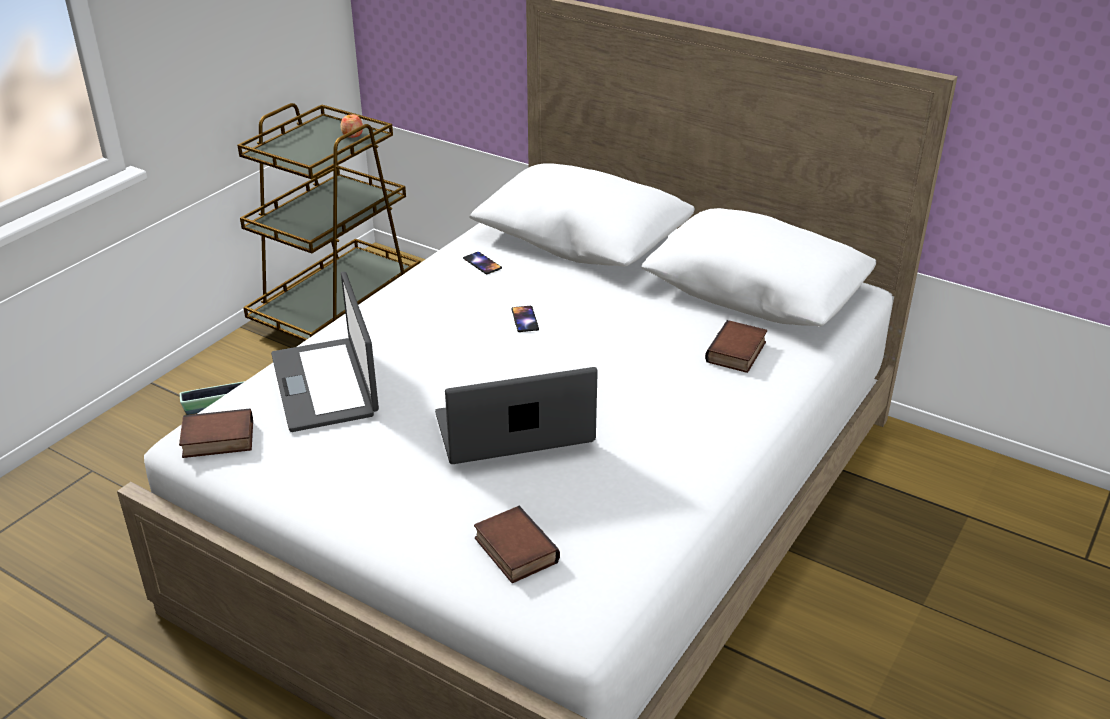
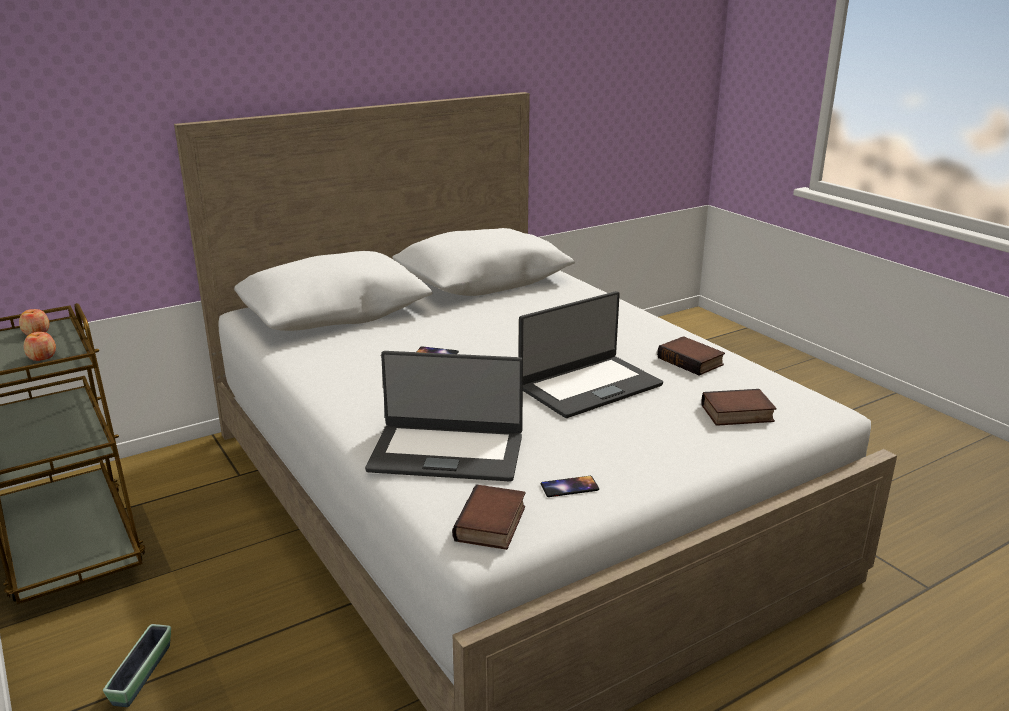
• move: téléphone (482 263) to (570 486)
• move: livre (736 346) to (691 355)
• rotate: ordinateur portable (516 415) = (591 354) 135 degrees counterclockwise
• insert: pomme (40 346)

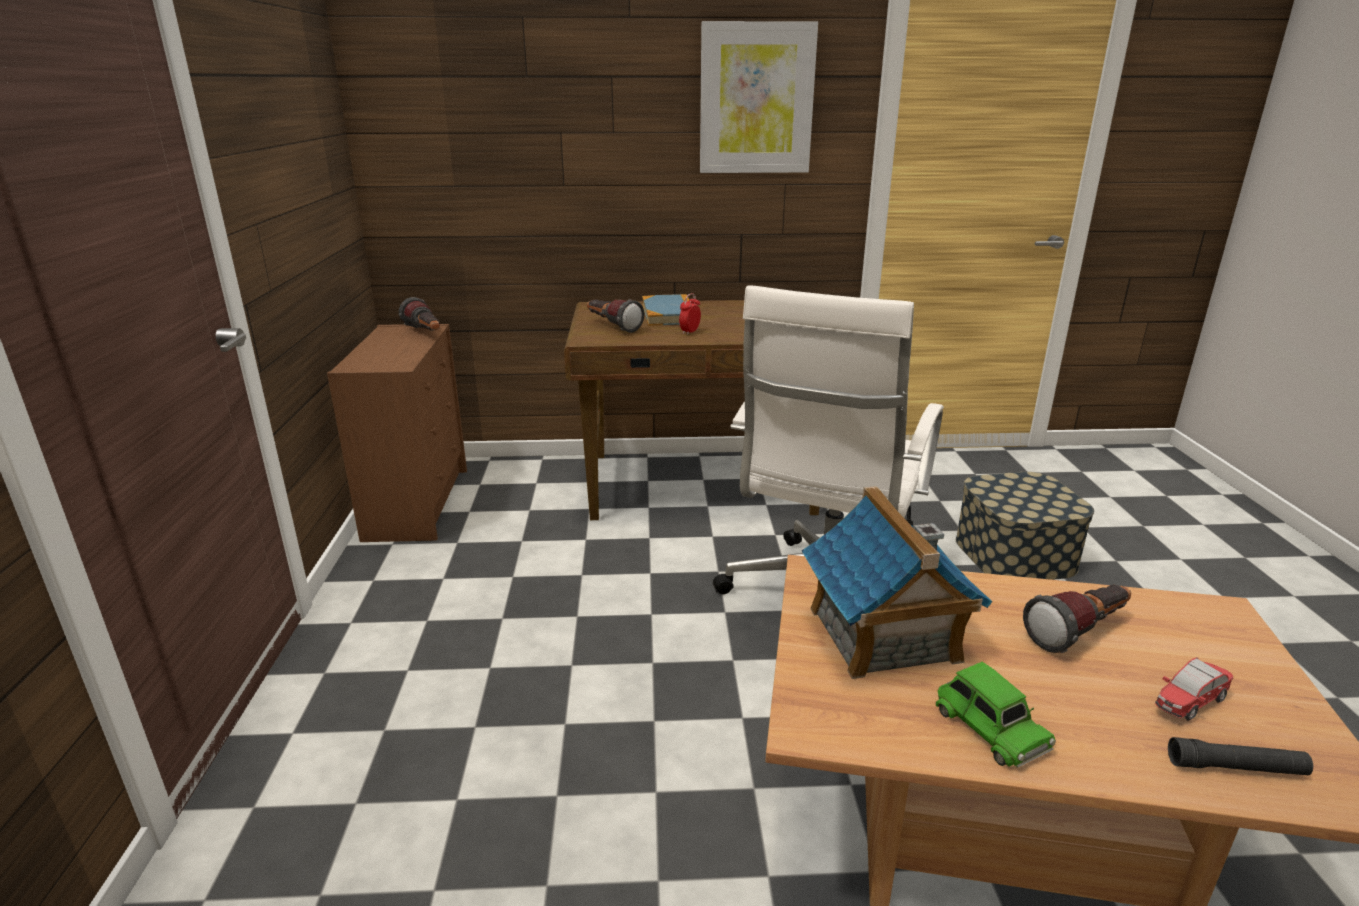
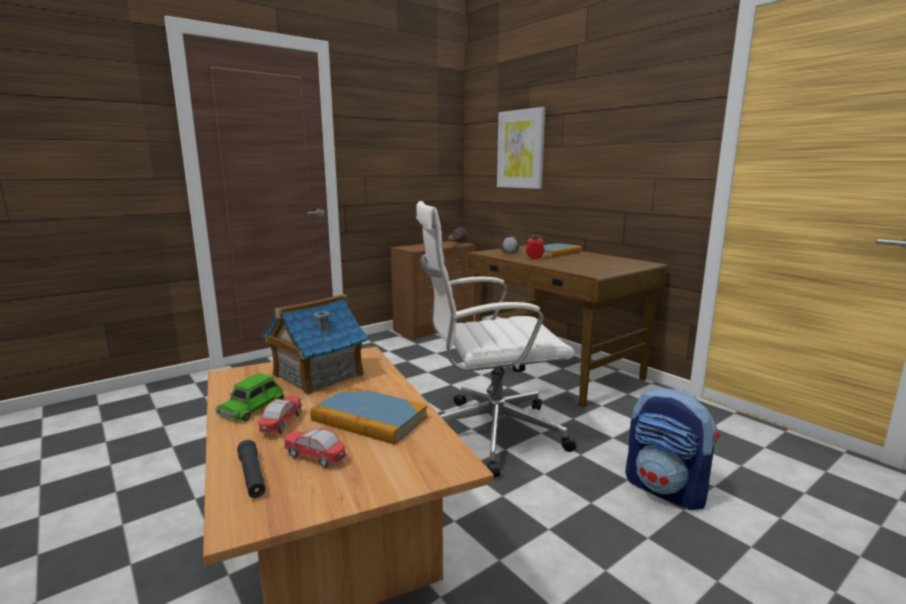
• move: tableau (759 97) to (521 148)
• replace: boîte de rangement (1025 526) to sac à dos (672 449)
• replace: lampe de poche (1077 618) to livre (369 415)
• insert: petite voiture (280 415)

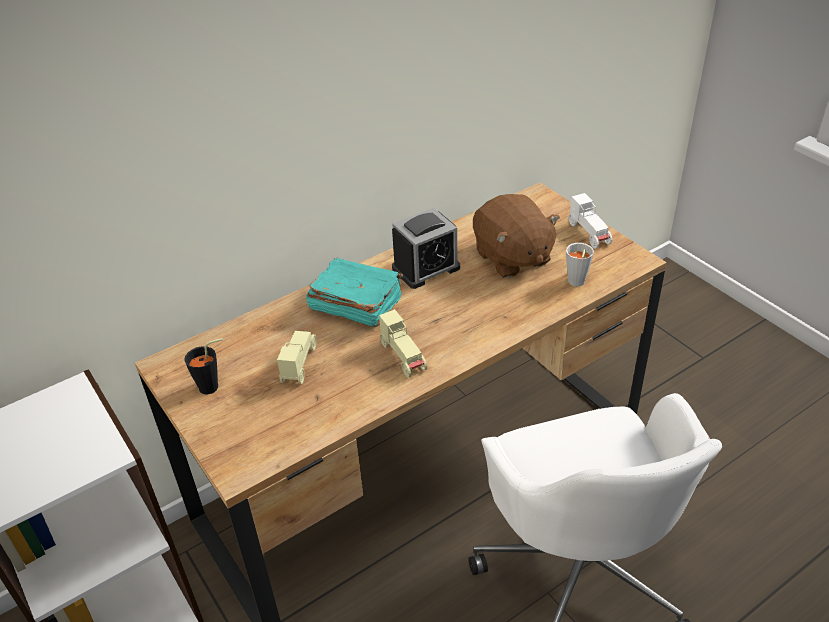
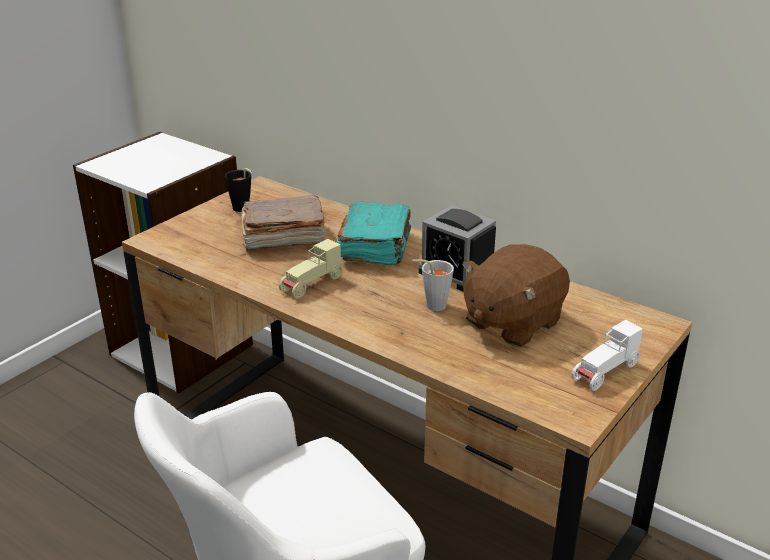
• move: tasse [gris] (580 264) to (433 285)
• replace: petite voiture [beige] (297 357) to livre [marron] (283 223)

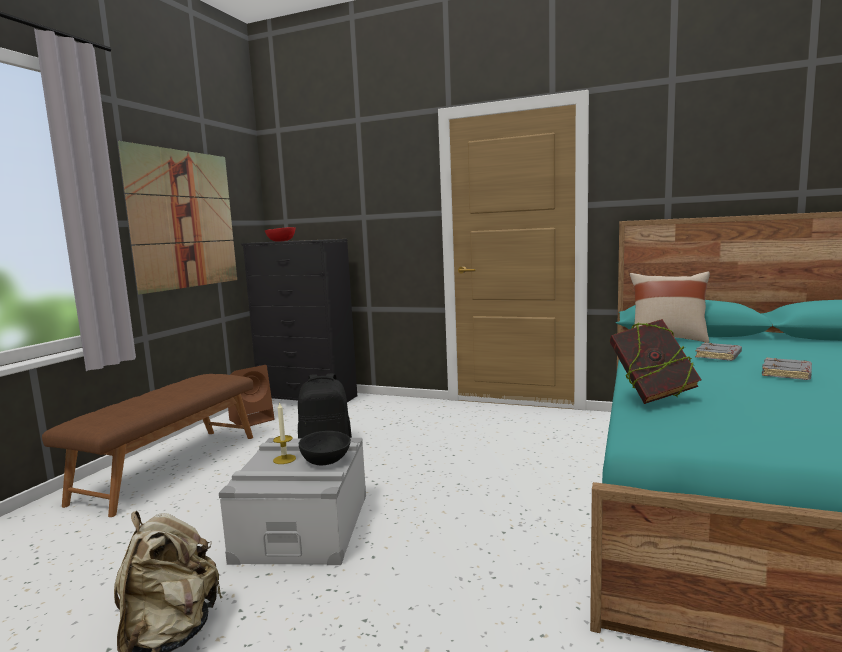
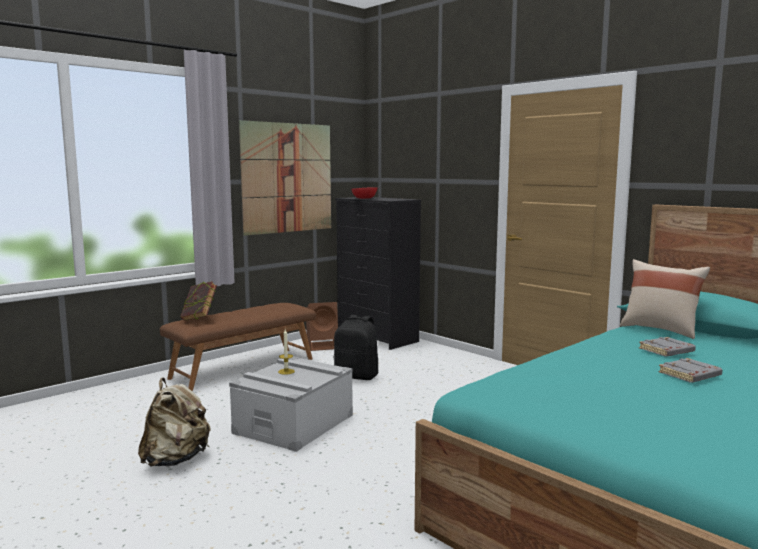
• move: livre (656 361) to (198 301)
• delete: bol [noir] (325 448)

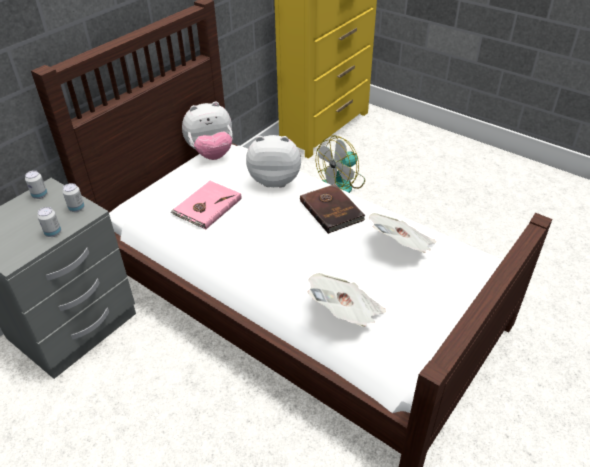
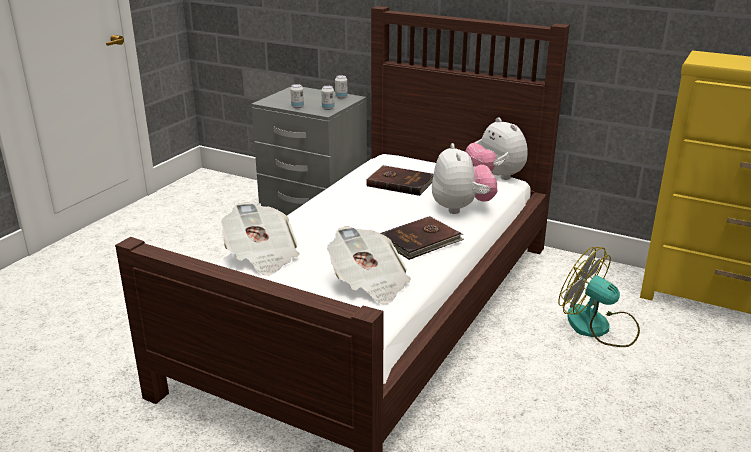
• recolor: livre [rose] (206 205) to livre [marron] (400 180)

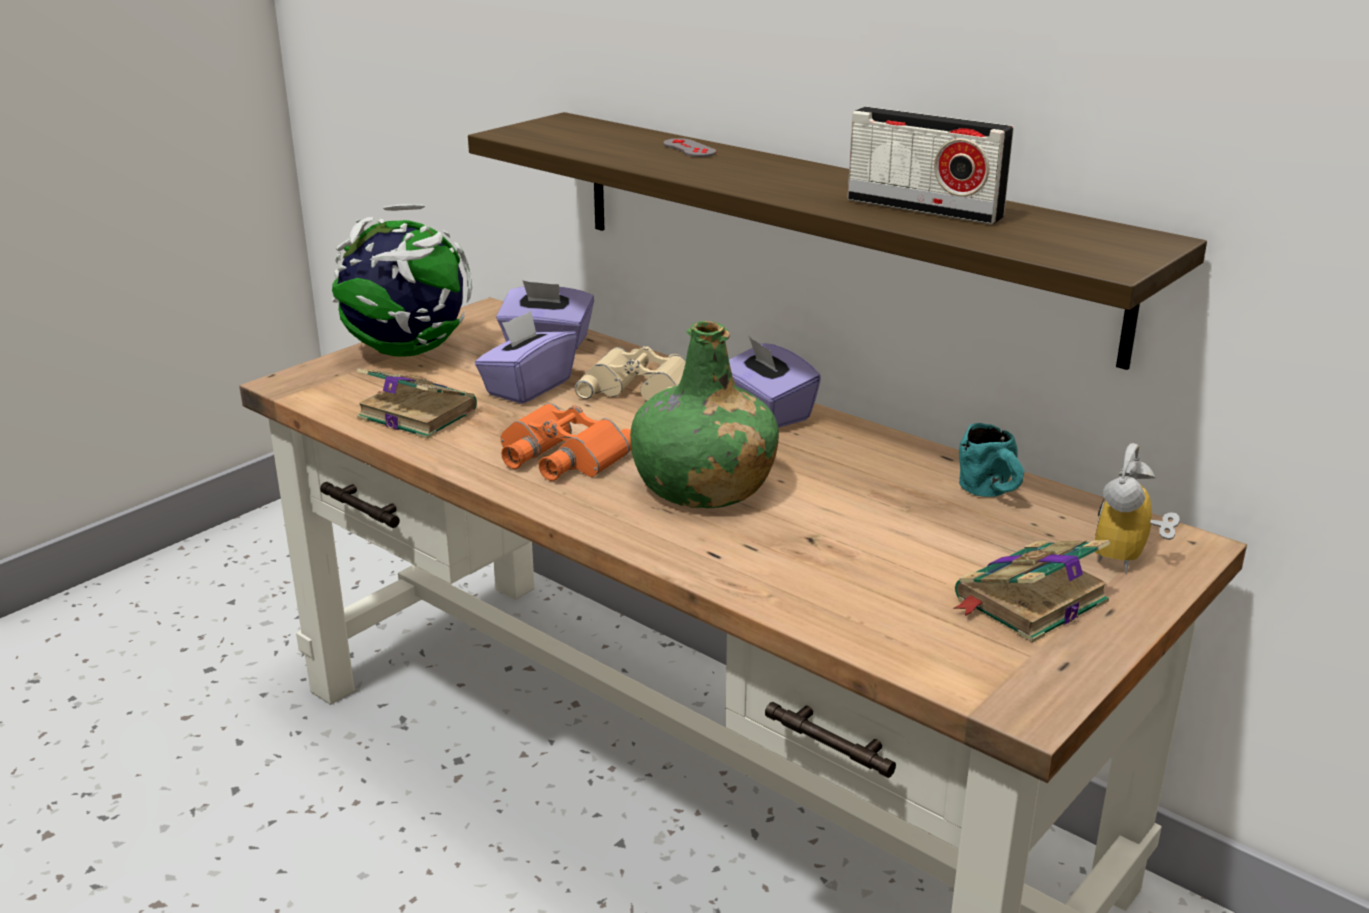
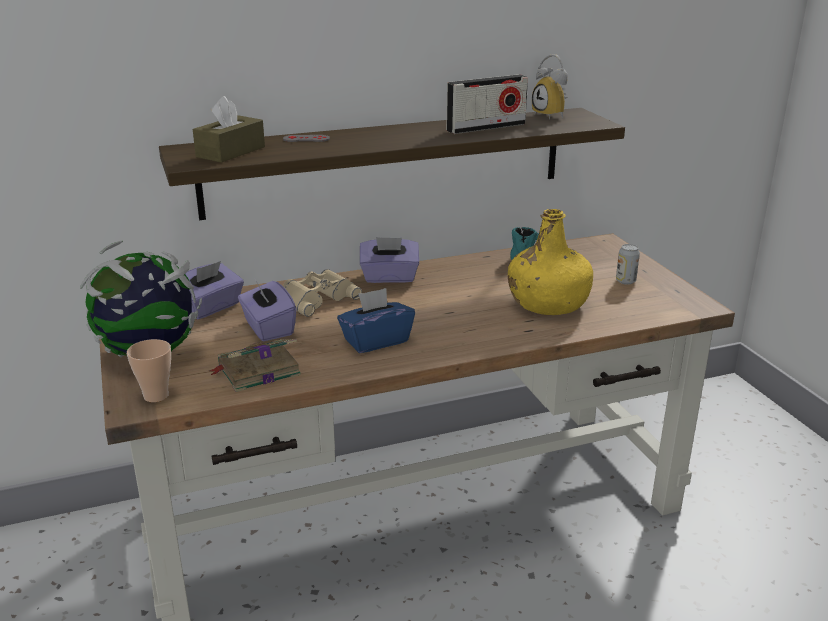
• delete: bouteille [vert] (704 414)
• replace: jumelles [orange] (565 442) to boîte à mouchoirs [bleu] (376 320)
• move: réveil (1137 508) to (550 86)
• replace: livre (1031 591) to boîte métallique (628 264)
• insert: boîte à mouchoirs [marron] (229 129)
• insert: bouteille [jaune] (550 262)
• insert: tasse (149 370)

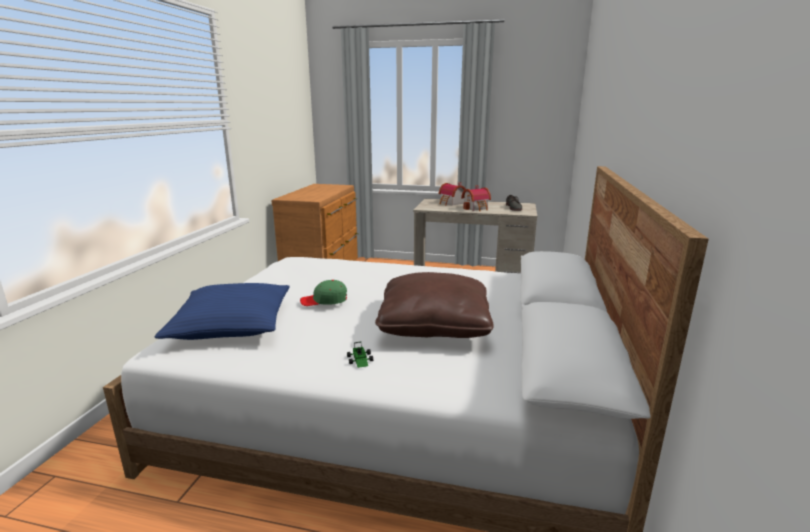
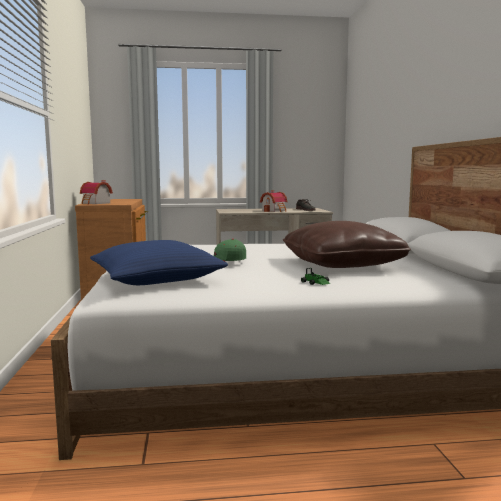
• move: maison miniature (452 194) to (96 192)

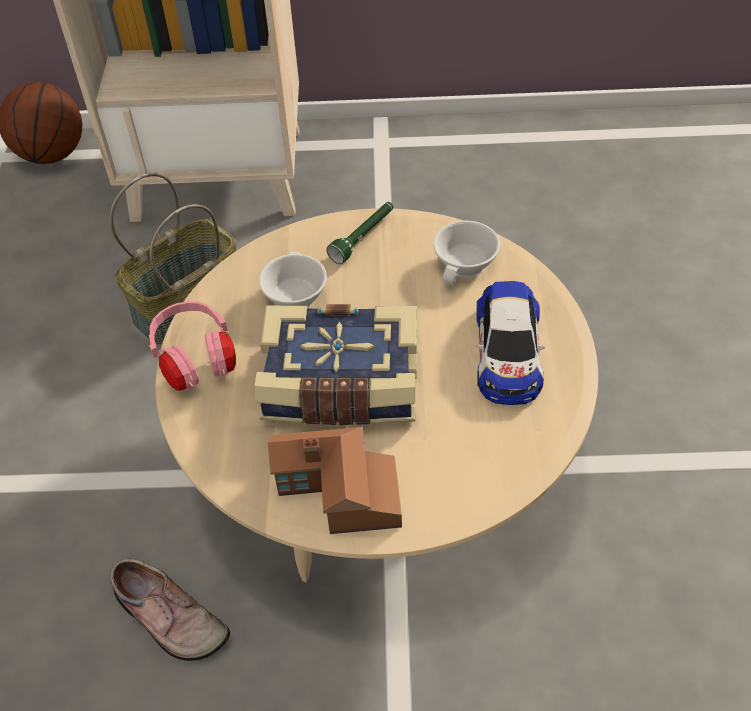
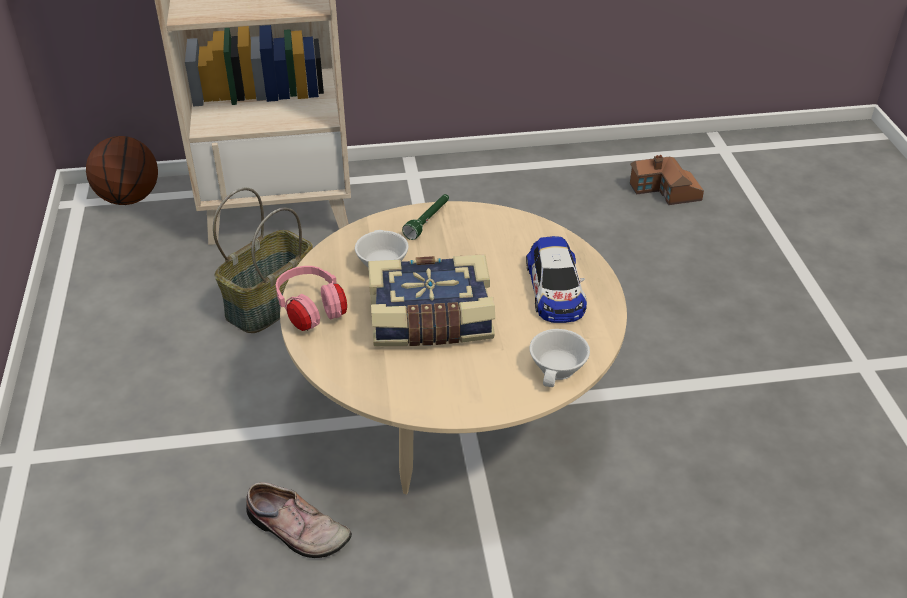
• move: tasse [blanc] (466 252) to (559 358)
• move: maison miniature (335 480) to (667 180)

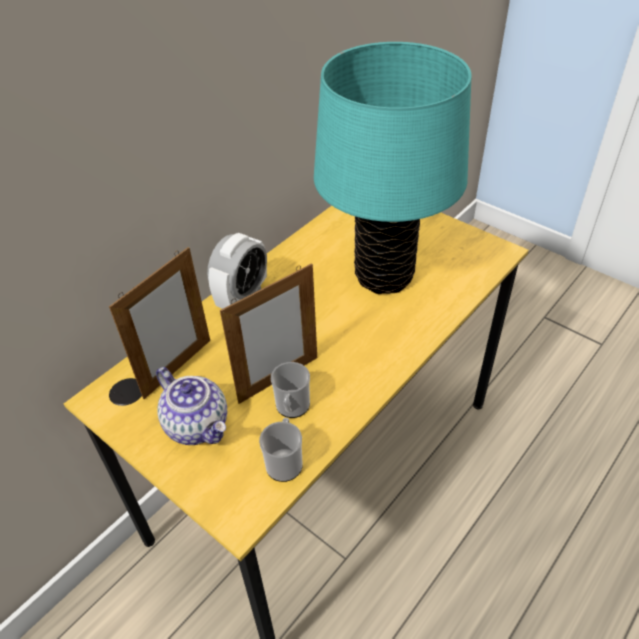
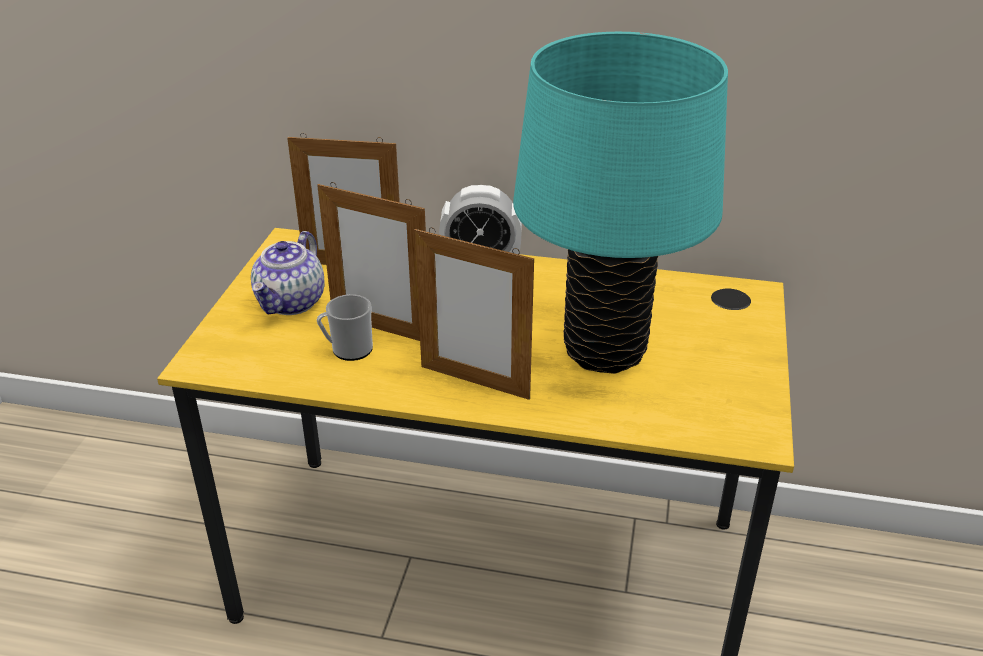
• delete: mug (280 450)
• insert: cadre photo (474 313)

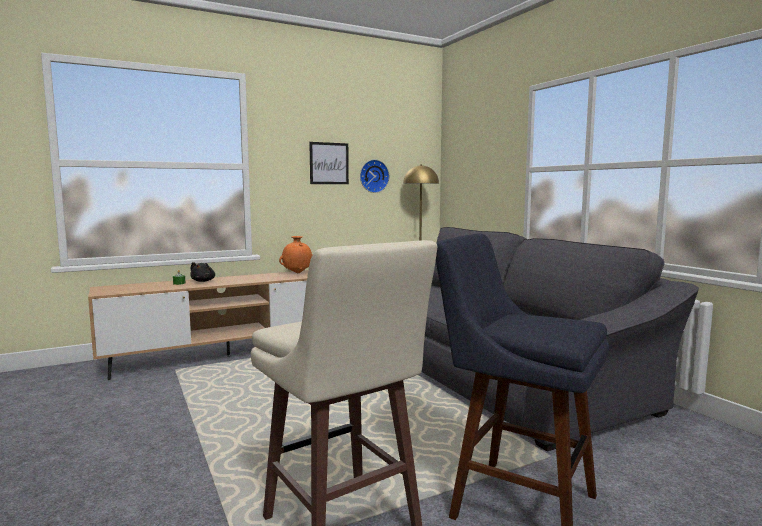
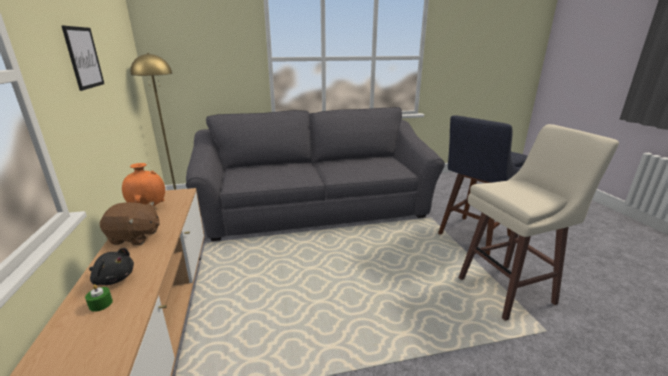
• delete: horloge murale (374 176)
• insert: peluche [marron] (130 223)

